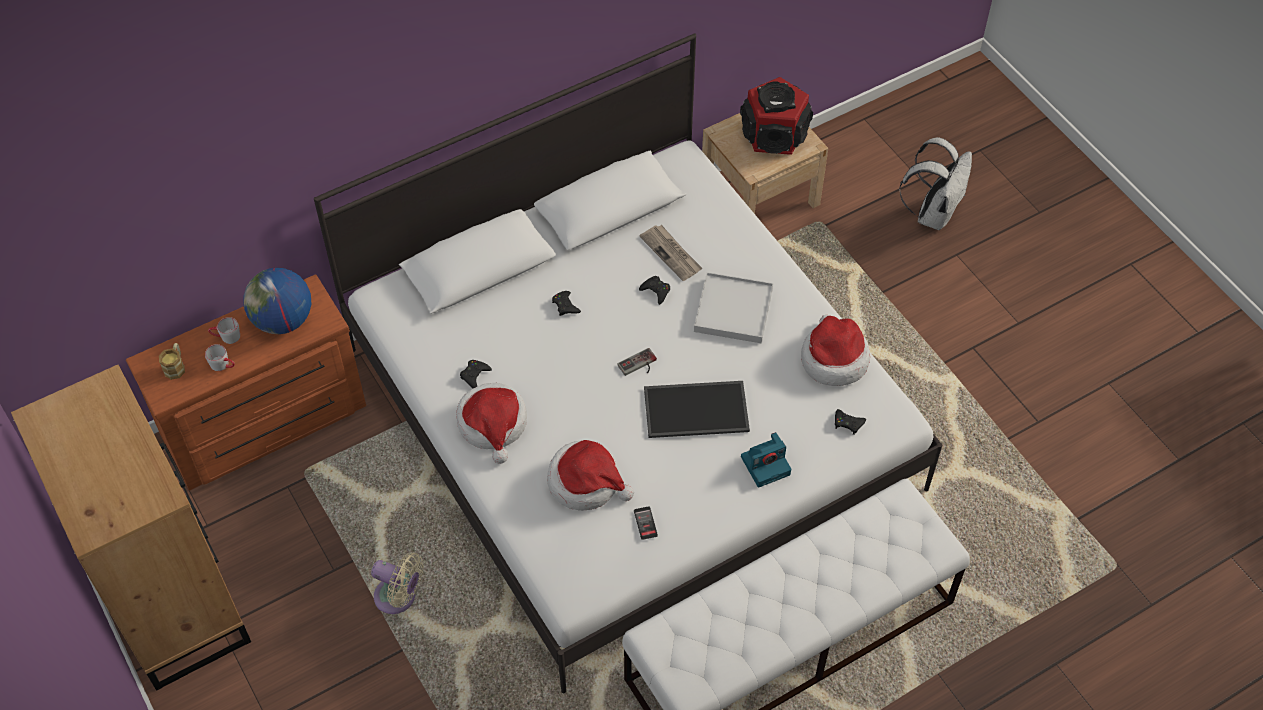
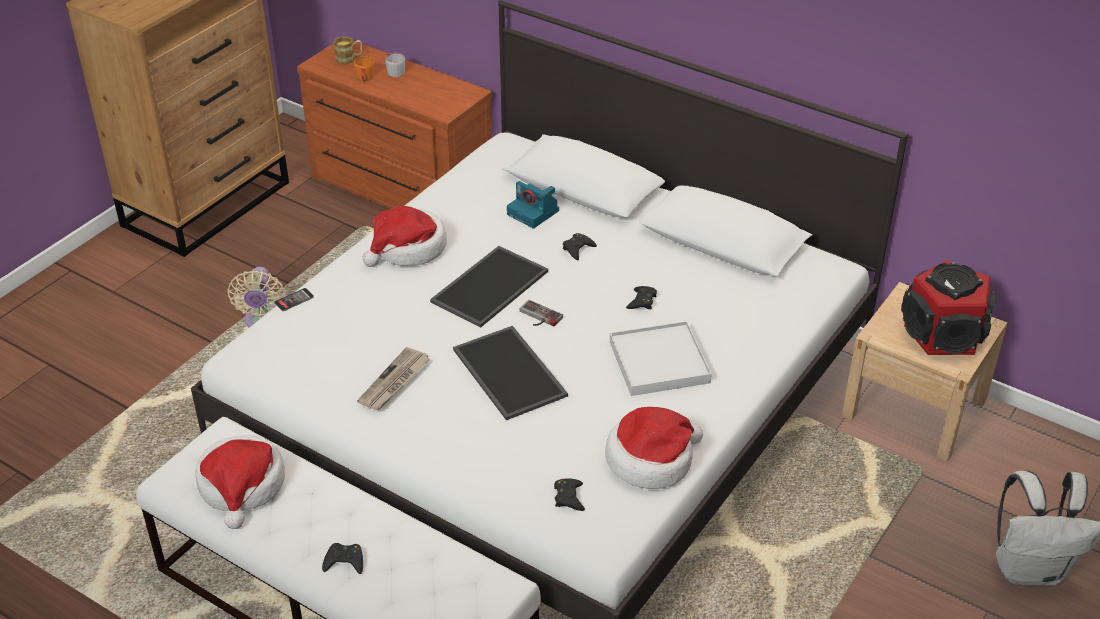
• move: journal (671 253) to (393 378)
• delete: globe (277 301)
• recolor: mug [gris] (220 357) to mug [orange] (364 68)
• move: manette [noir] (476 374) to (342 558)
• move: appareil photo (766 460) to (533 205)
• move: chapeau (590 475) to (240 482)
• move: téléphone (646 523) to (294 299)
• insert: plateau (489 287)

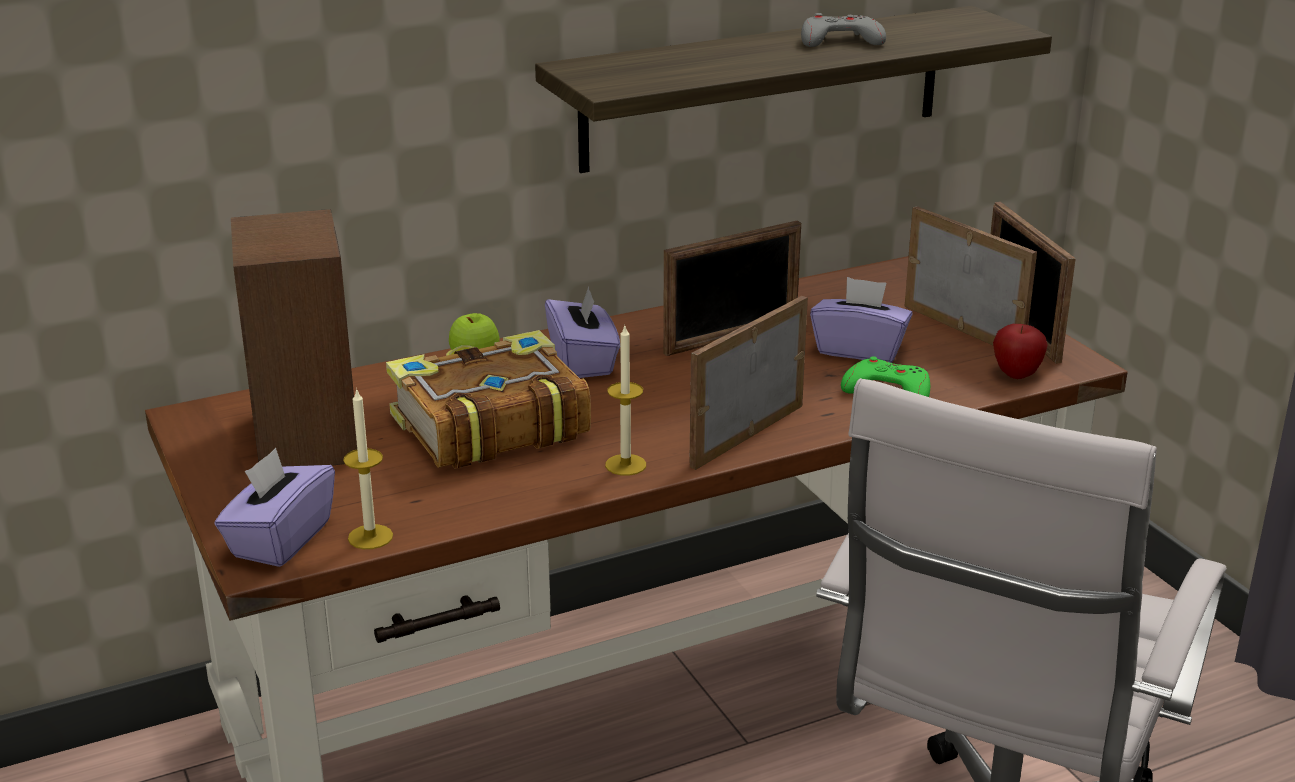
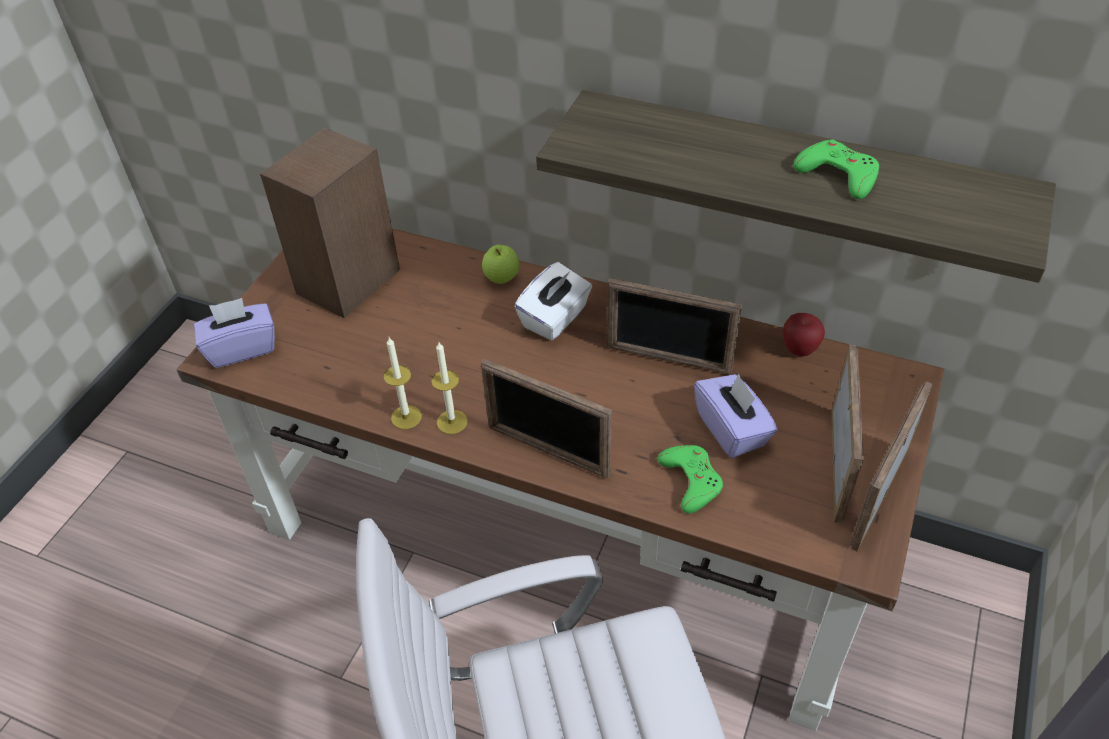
• recolor: manette [gris] (843 30) to manette [vert] (836 169)
• recolor: boîte à mouchoirs [violet] (582 332) to boîte à mouchoirs [blanc] (553 301)
• rotate: cadre photo (748 383) = (546 418) 150 degrees counterclockwise
• move: pomme (1020 351) to (804 334)
• delete: livre (488 399)
• move: bougie (368 468) to (403 383)

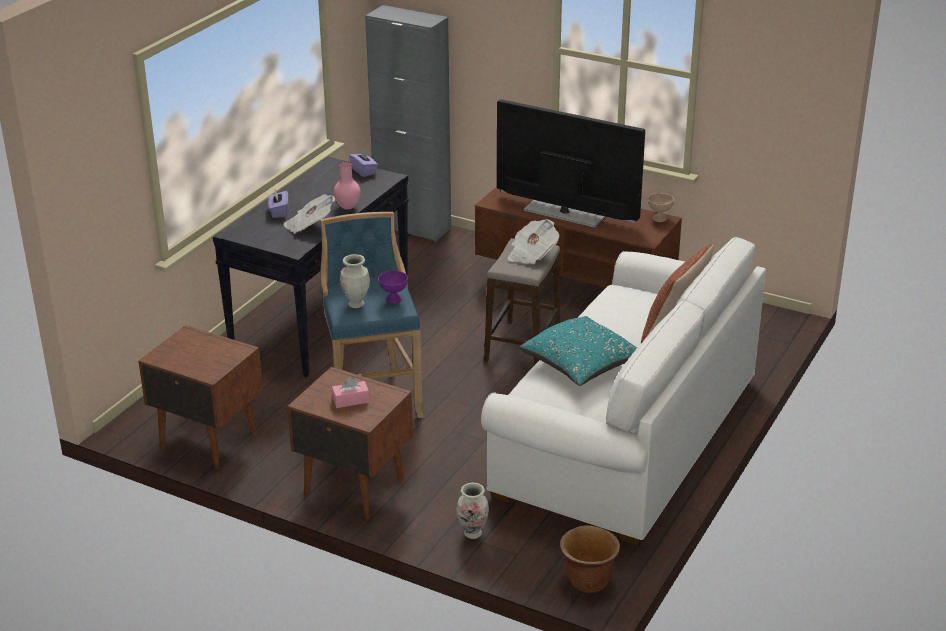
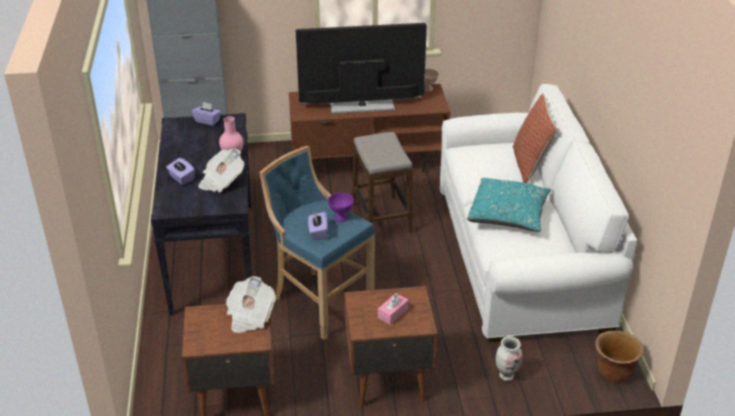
• move: journal (533 242) to (251 304)
• replace: vase (355 281) to boîte à mouchoirs [violet] (318 226)

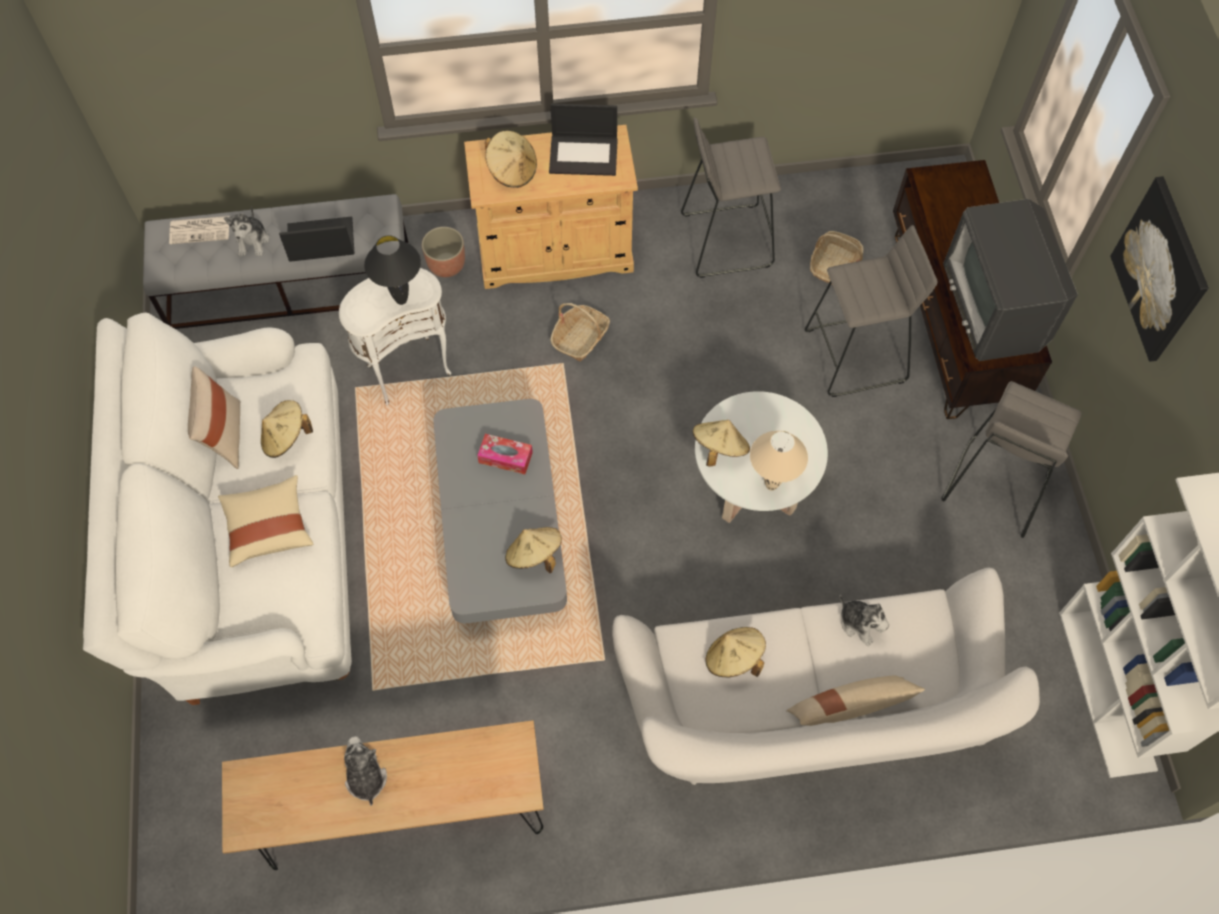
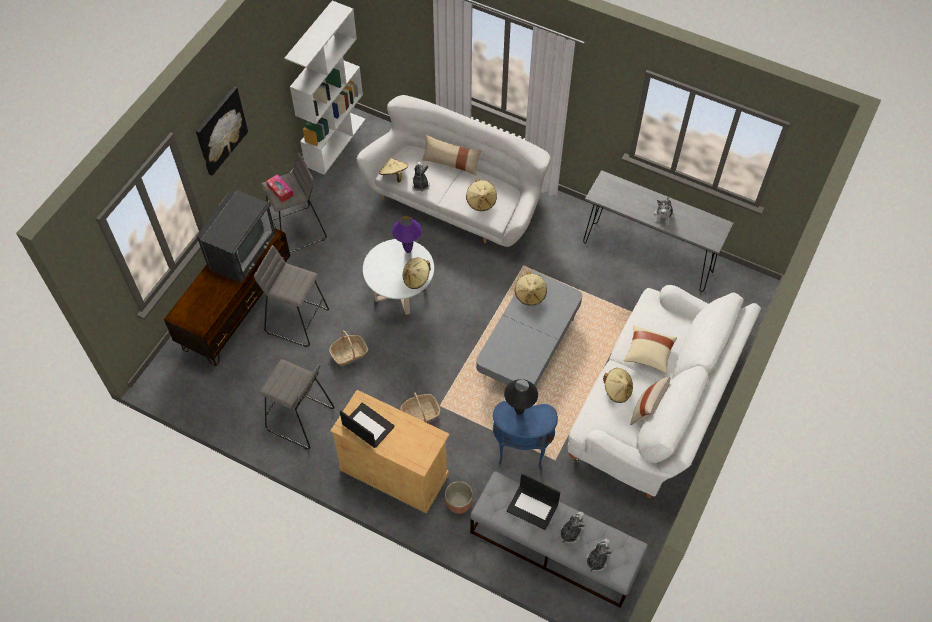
• move: chapeau [beige] (511 159) to (393 170)
• replace: journal (199 230) to peluche (599 555)
• move: panier (837 258) to (348 348)
• recolor: table d'appoint [blanc] (395 336) to table d'appoint [bleu] (525 435)
• recolor: lampe de table [beige] (779 461) to lampe de table [violet] (407 234)
• move: boîte à mouchoirs (505 454) to (280 188)
• recolor: table console [marron] (383 795) to table console [gris] (658 231)

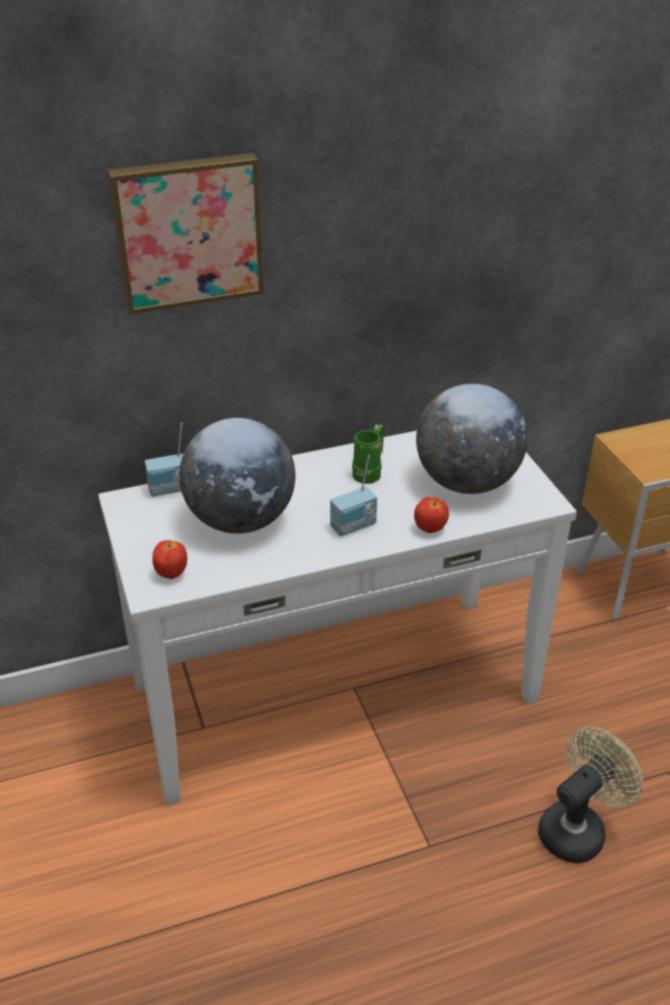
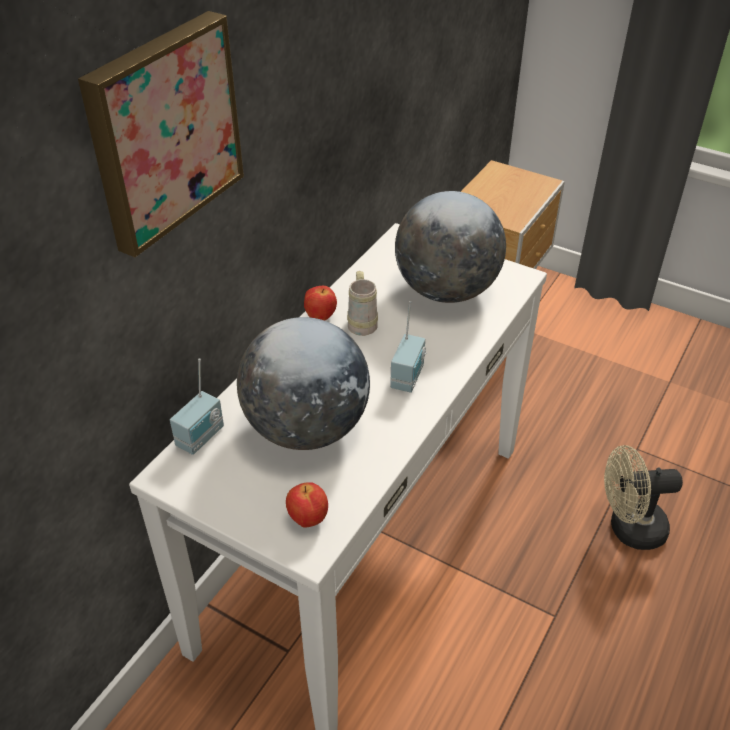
• recolor: mug [vert] (368 454) to mug [beige] (362 303)
• move: pomme (431 515) to (320 303)
• rotate: ventilateur [beige] (590 795) = (643 497) 105 degrees counterclockwise

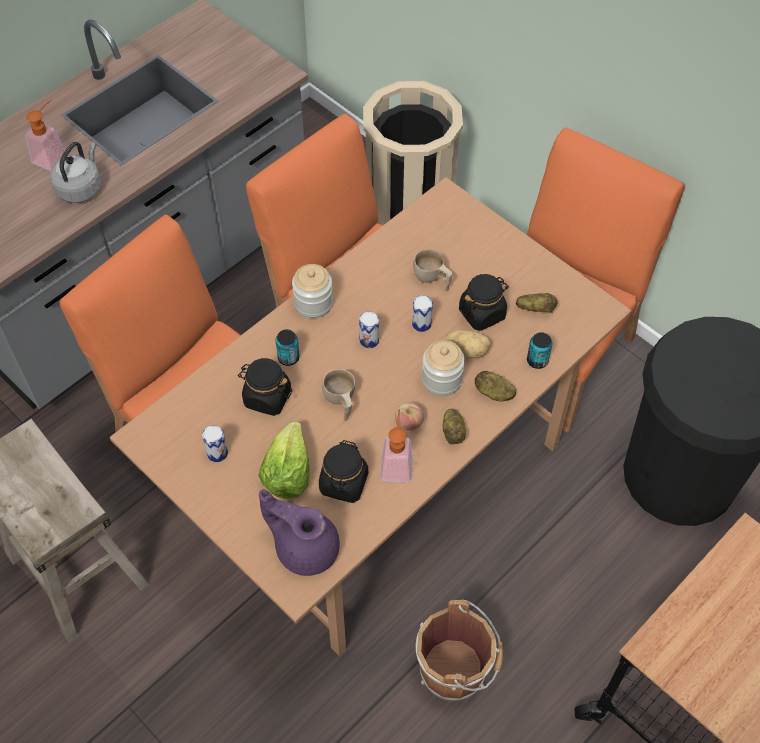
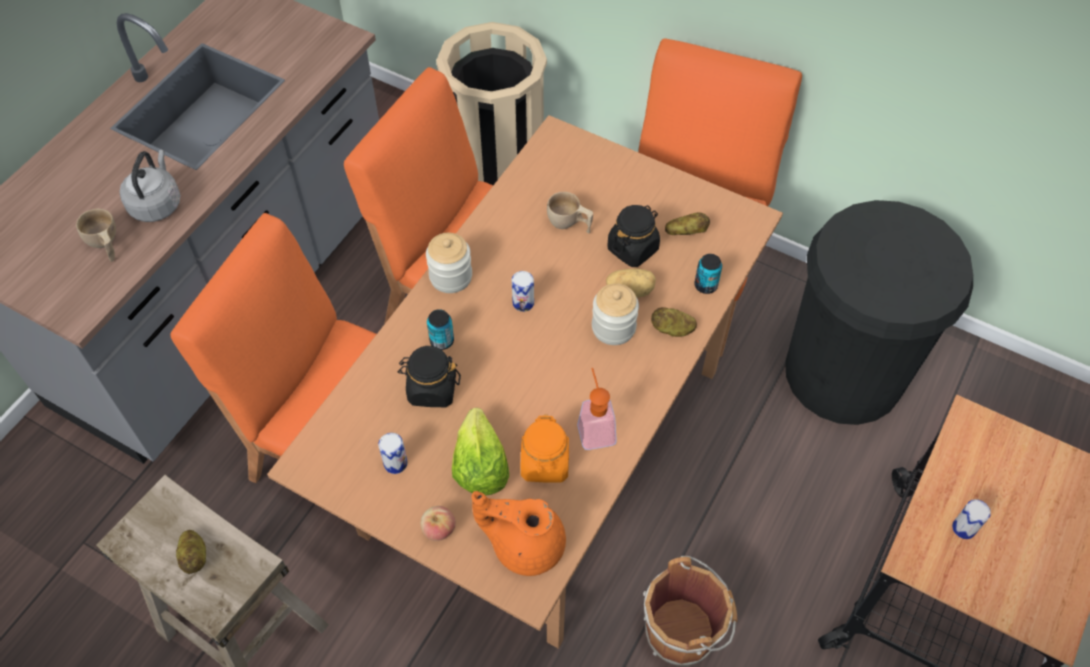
• delete: distributeur de savon (45 135)
• move: boîte métallique (422 313) to (971 519)
• move: tasse [beige] (338 395) to (96 235)
• move: pomme (409 416) to (438 523)
• move: pomme de terre (454 427) to (191 552)
• recolor: bocal [noir] (343 471) to bocal [orange] (545 448)
• recolor: théière [violet] (299 532) to théière [orange] (518 533)

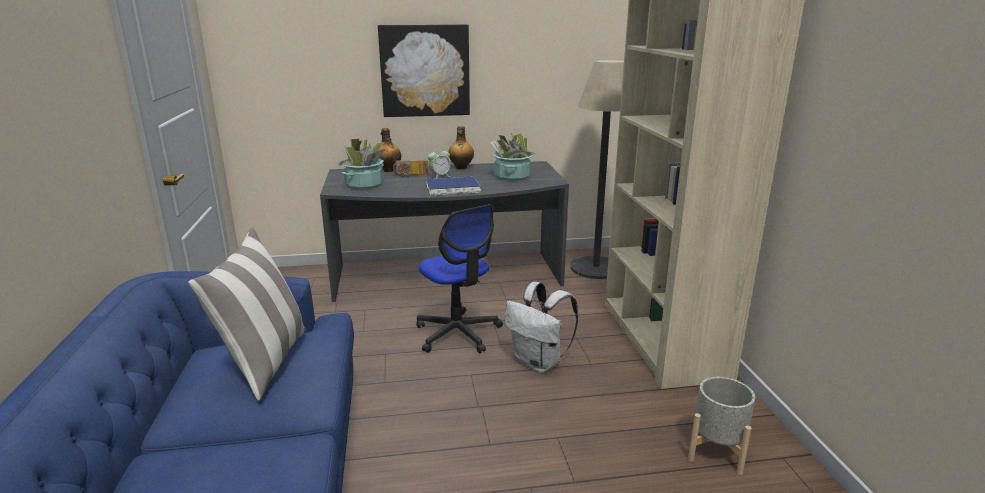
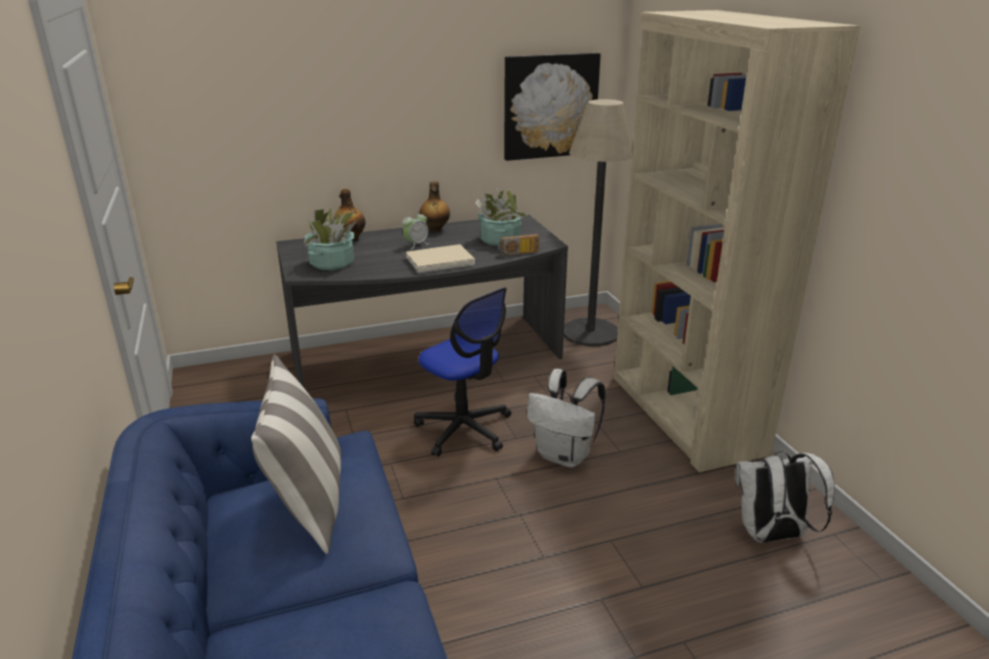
• move: tableau (424 70) to (552 107)
• move: radio (410 168) to (519 246)
• recolor: livre [bleu] (453 186) to livre [beige] (440 259)
• replace: cache-pot [gris] (721 426) to sac à dos [blanc] (785 497)

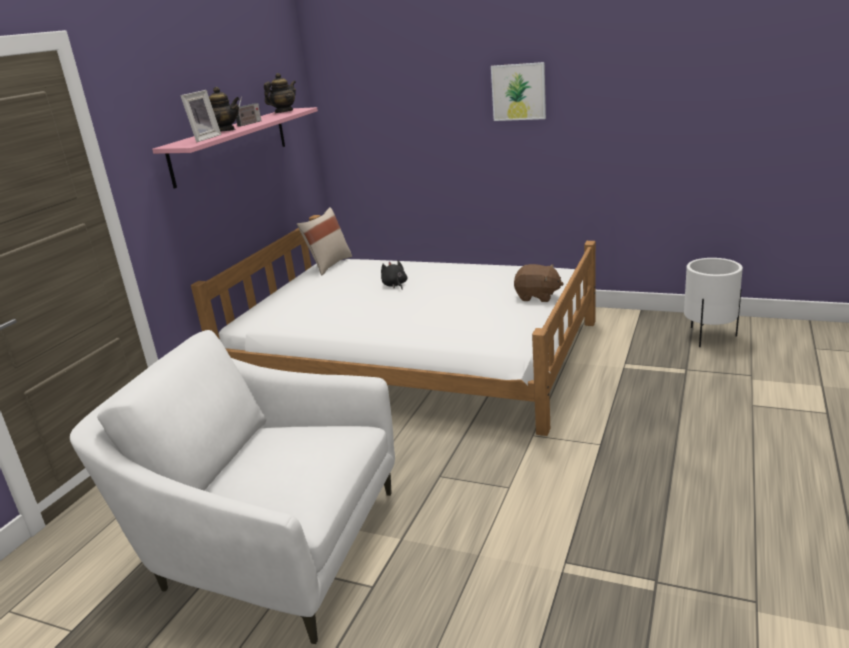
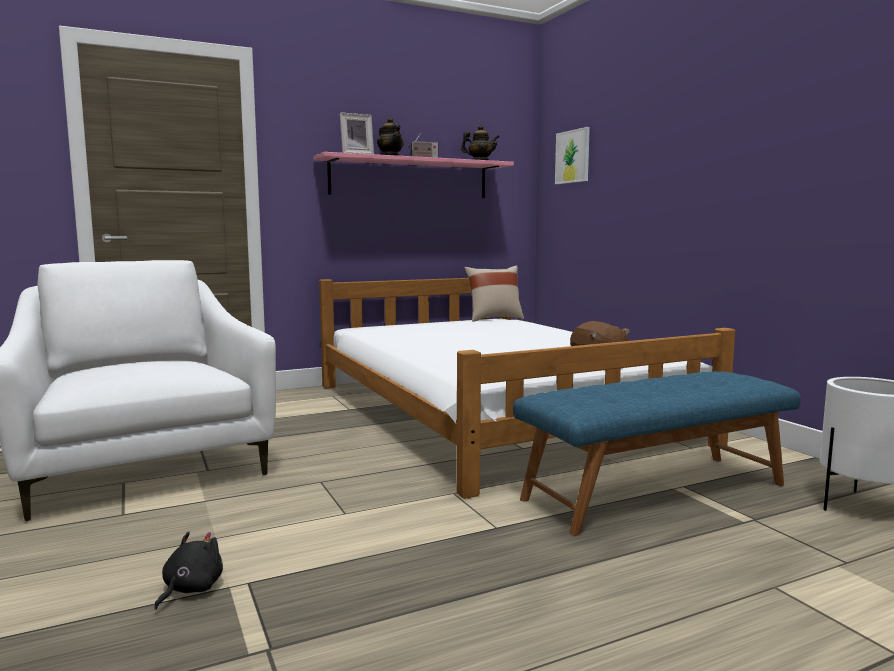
• move: tableau (518 91) to (572 155)
• move: peluche [noir] (394 274) to (188 570)
• insert: banc [bleu] (657 453)

